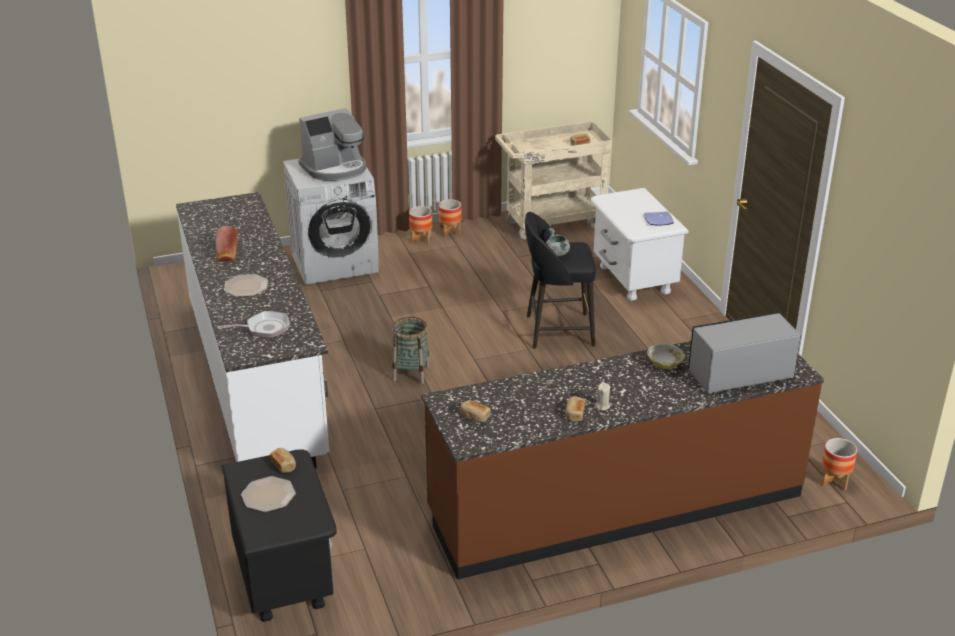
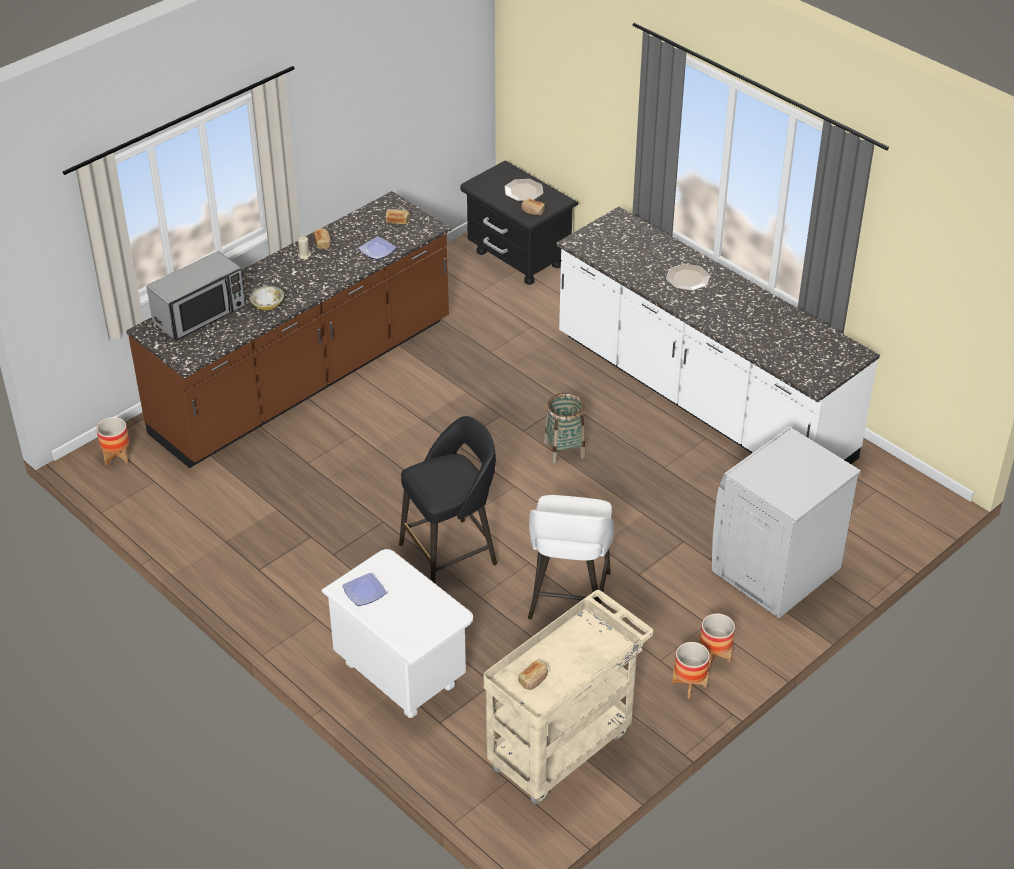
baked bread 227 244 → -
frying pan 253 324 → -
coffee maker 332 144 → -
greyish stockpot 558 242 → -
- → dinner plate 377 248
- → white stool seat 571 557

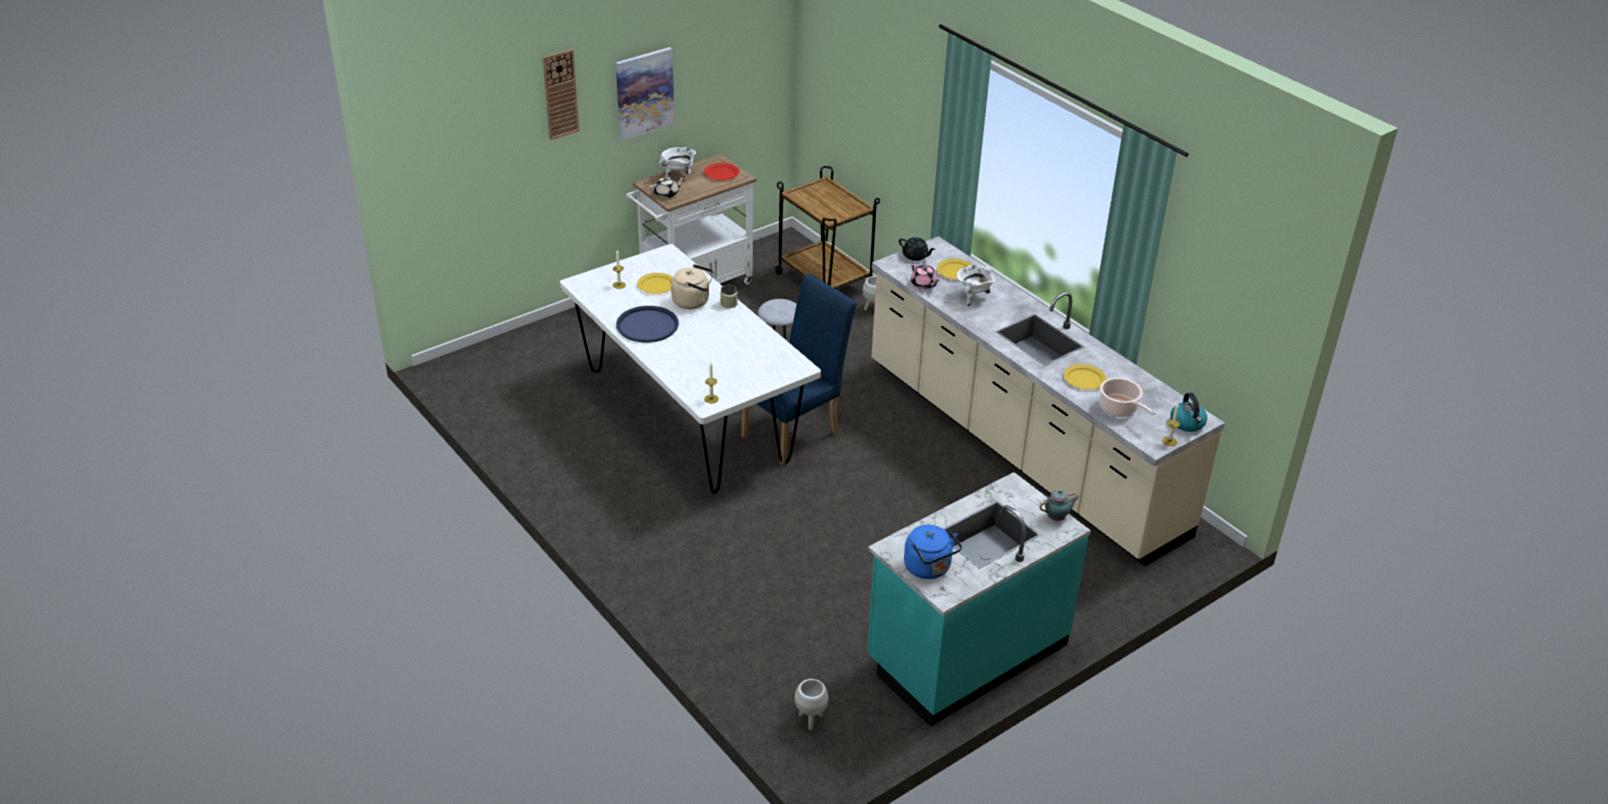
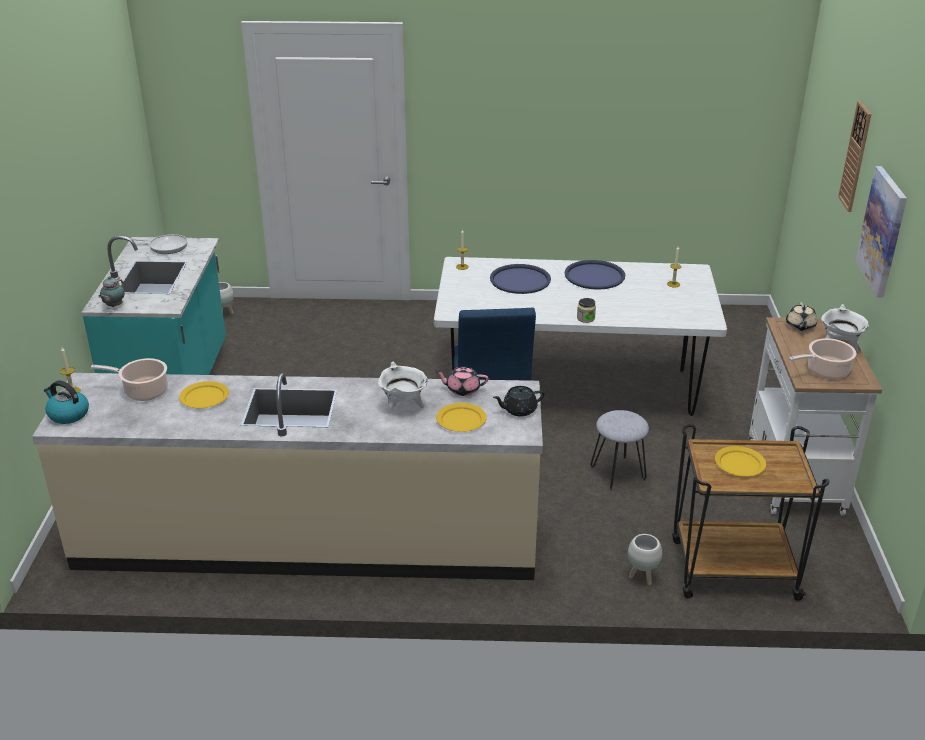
yellow dinner plate 655 283 → yellow dinner plate 740 461, relocated
beige kettle 692 286 → -
red-coloured dinner plate 721 171 → stockpot 822 358
blue kettle 933 552 → frying pan 159 244
- → blue carrying tray 520 279

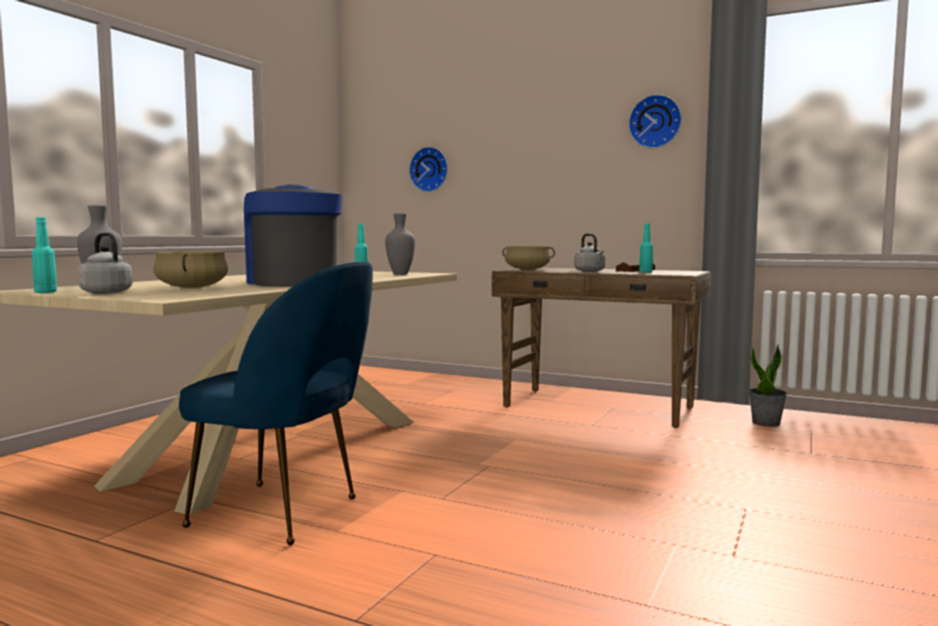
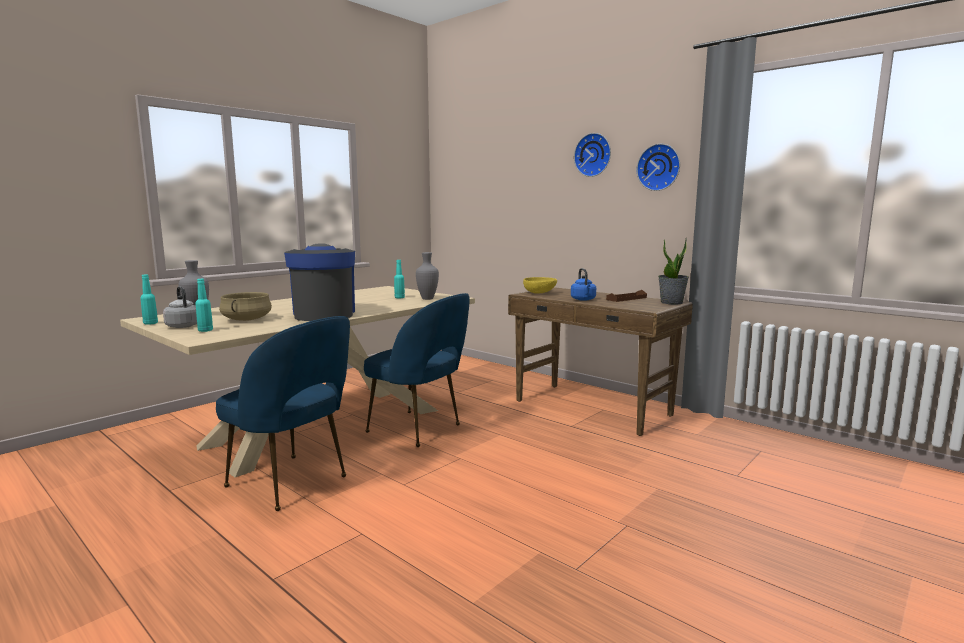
wall clock 428 169 → wall clock 592 155, relocated
beige stockpot 528 258 → yellow bowl 540 285
greyish kettle 589 252 → blue kettle 583 284
turquoise bottle 646 248 → turquoise bottle 204 305, relocated
plant in a pot 768 385 → plant in a pot 673 271, relocated
- → blue upright chair 417 370

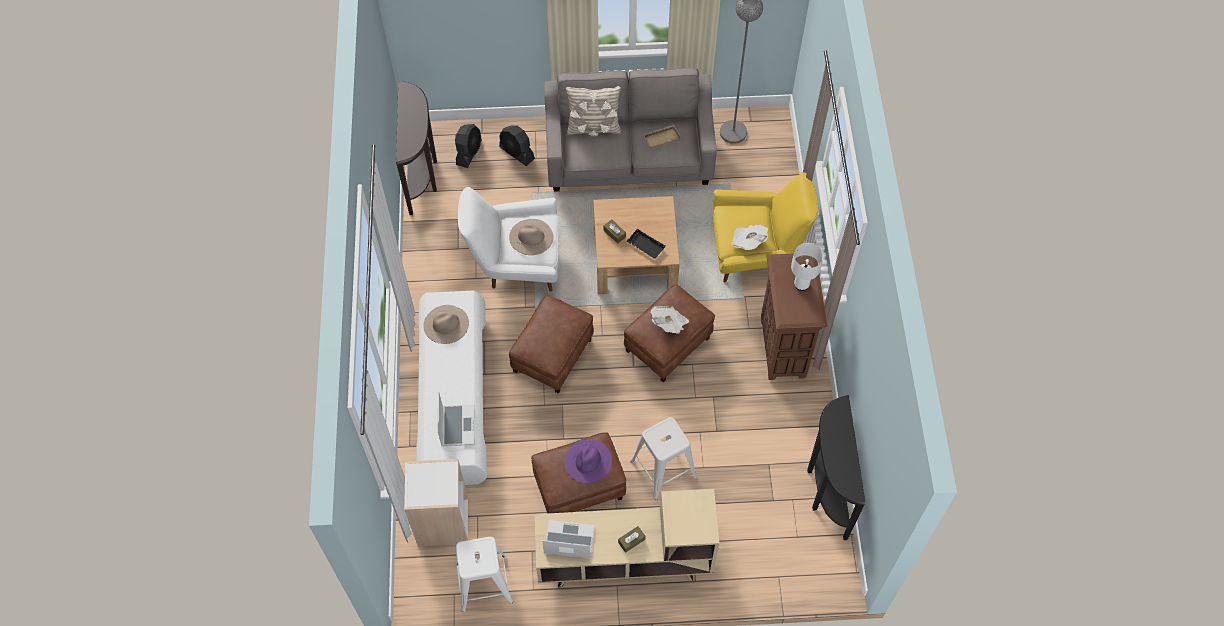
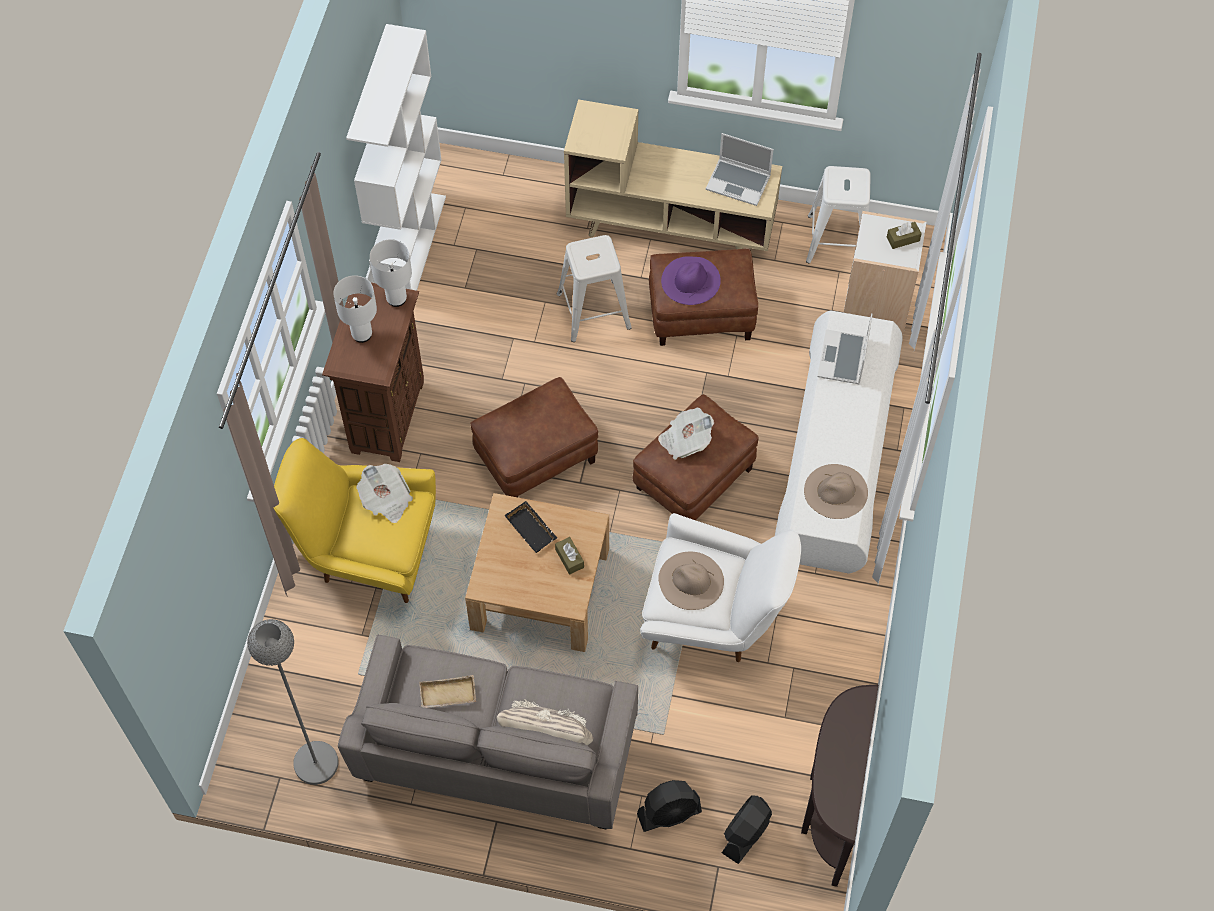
blackish fan 517 145 → blackish fan 669 806, 105 degrees clockwise
brownish tissue holder 631 539 → brownish tissue holder 904 235, relocated
newspaper 670 320 → newspaper 686 434, relocated
blackish narrow table 836 467 → white bookshelf 396 157
- → white lamp for a table 391 273

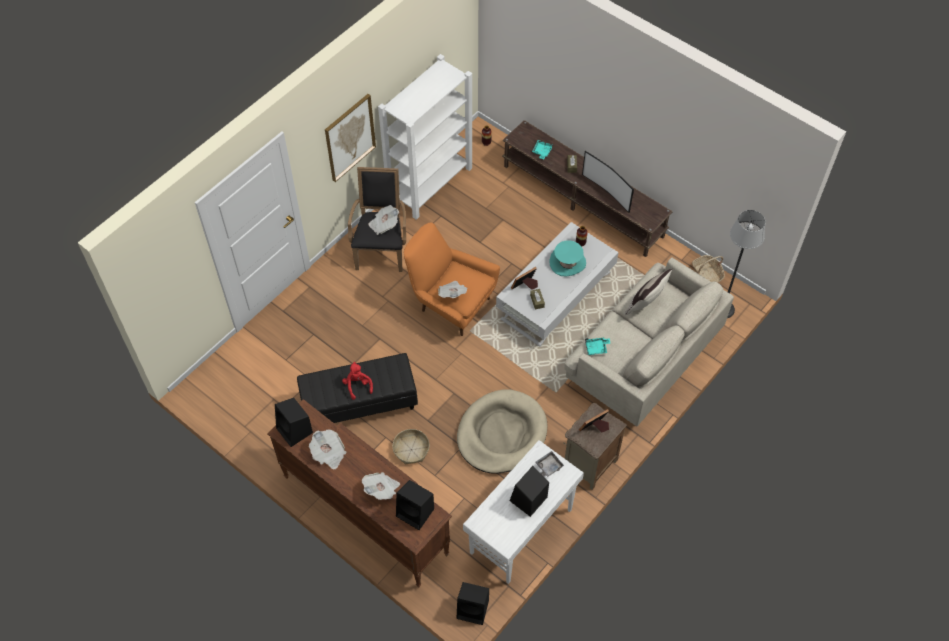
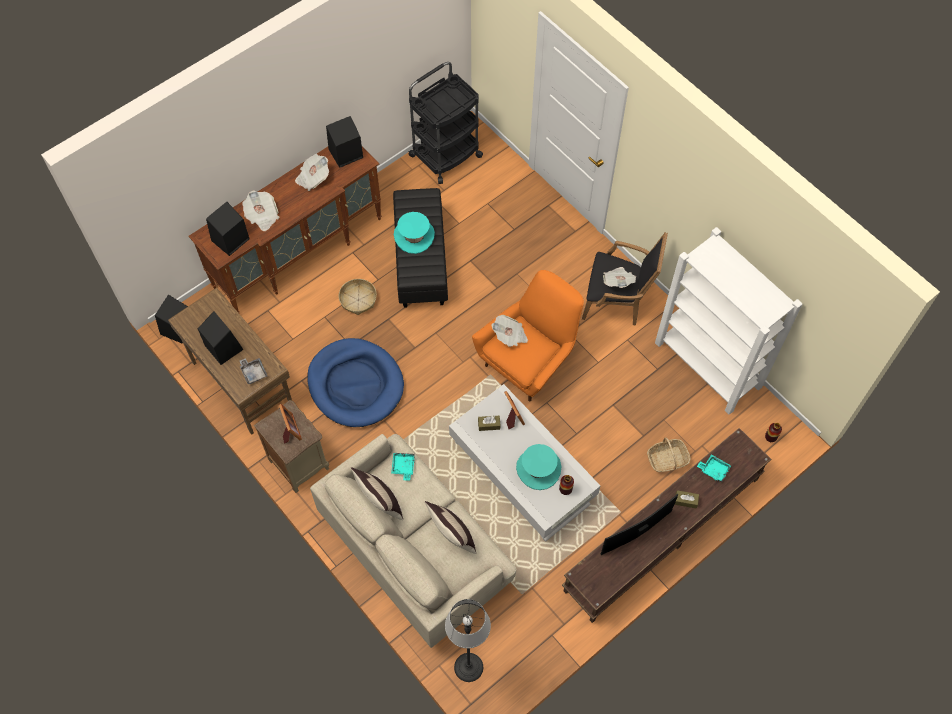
wall art 350 138 → -
red-coloured cuddly toy 357 381 → turquoise hat 414 233
beige dog cushion 502 431 → blue dog cushion 356 382
white narrow table 523 512 → brownish narrow table 230 361
household basket 708 268 → household basket 669 454, relocated
- → cushion 377 493
- → blackish trolley 446 123

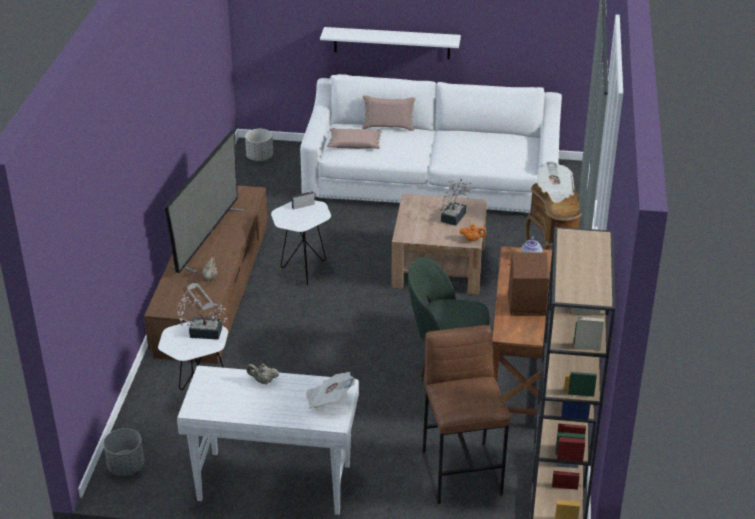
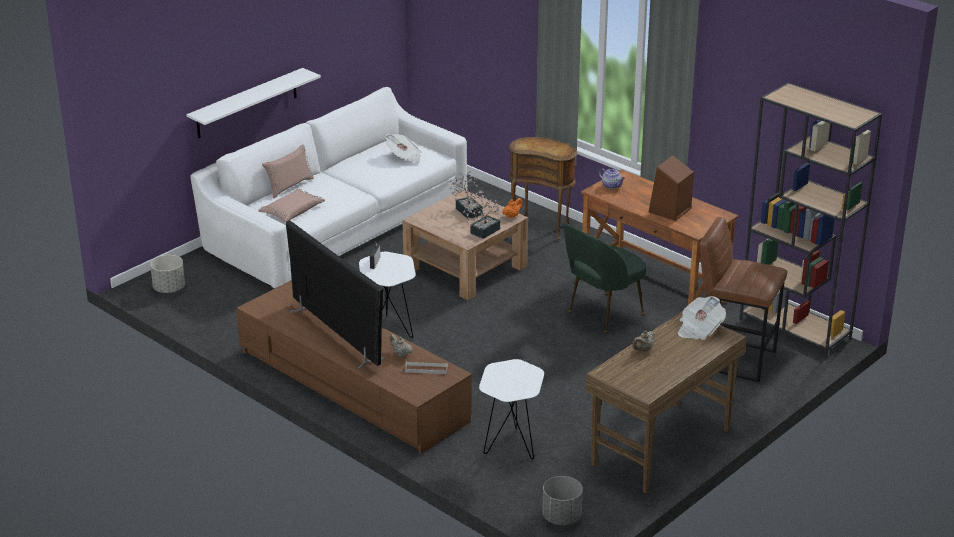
plant in a pot 202 316 → plant in a pot 482 219, relocated
white narrow table 268 440 → brownish narrow table 666 402
newspaper 555 182 → newspaper 403 148, relocated

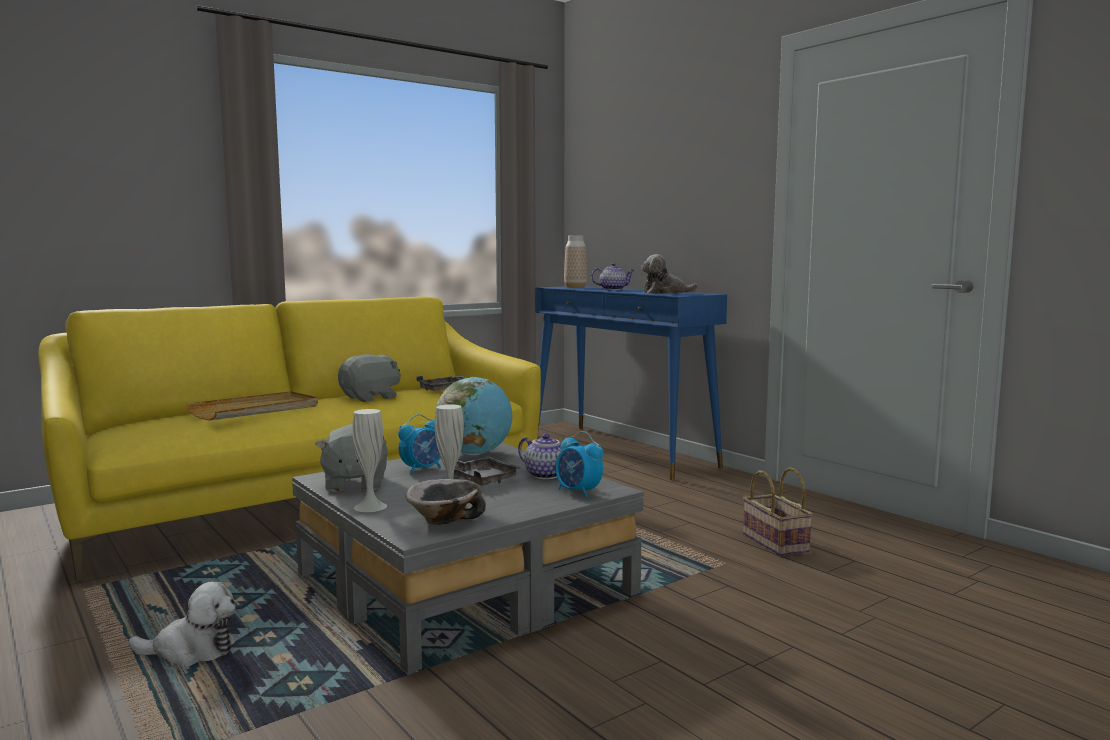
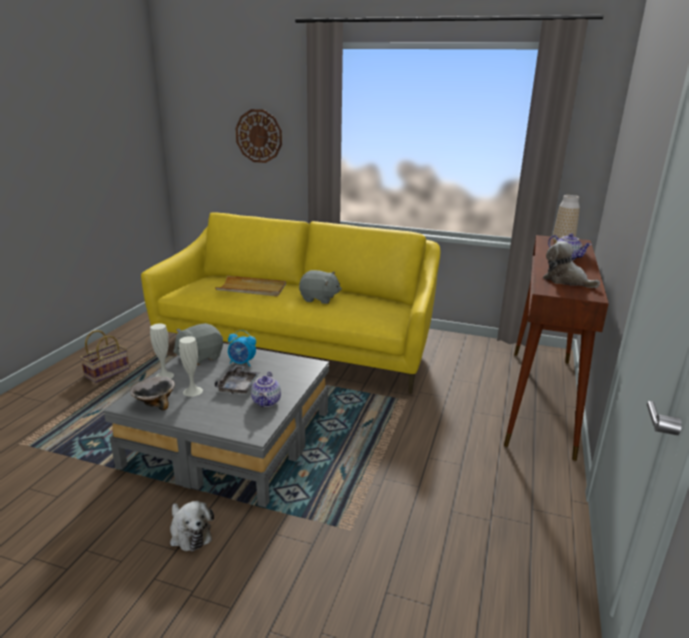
cuddly toy 182 624 → cuddly toy 192 526, relocated
greyish carrying tray 442 383 → -
world globe 473 416 → -
blue narrow table 631 383 → brownish narrow table 556 348
bedside clock 579 464 → -
household basket 778 511 → household basket 104 356, relocated
- → wall clock 259 136

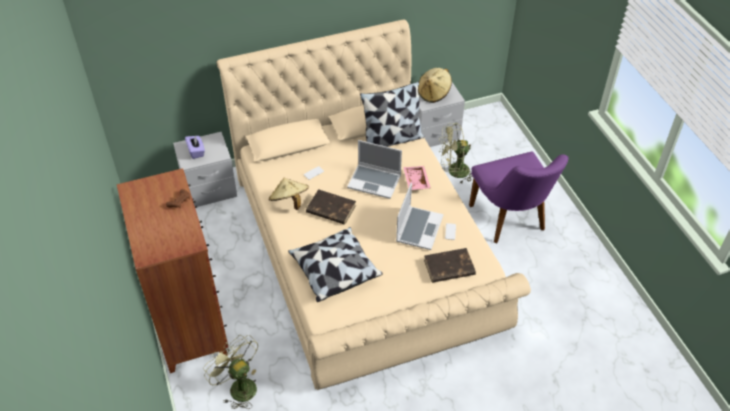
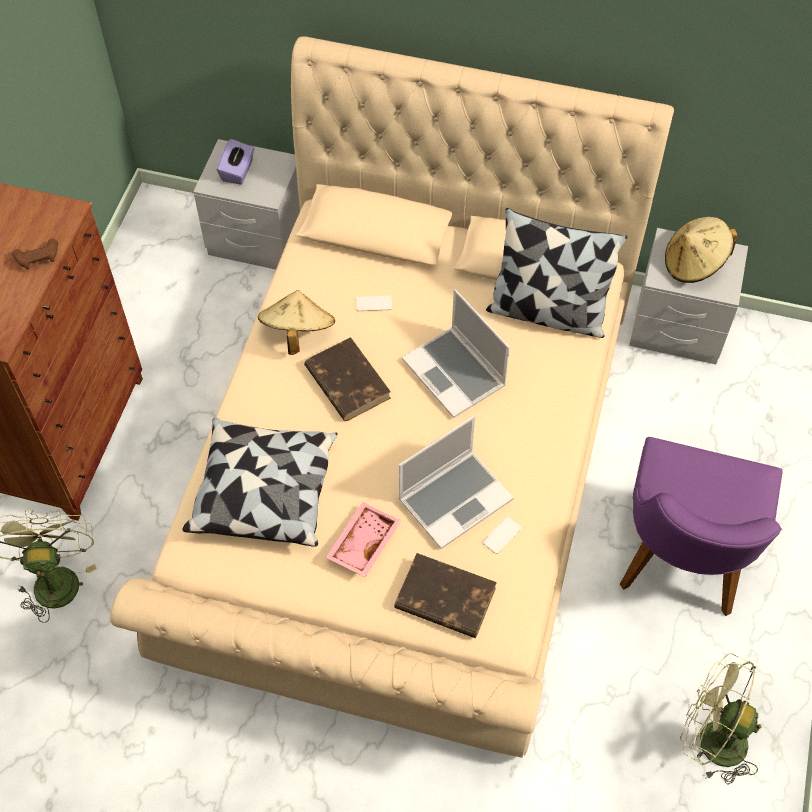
pink-coloured carrying tray 417 178 → pink-coloured carrying tray 363 539, relocated
green fan 456 153 → green fan 721 719, relocated

